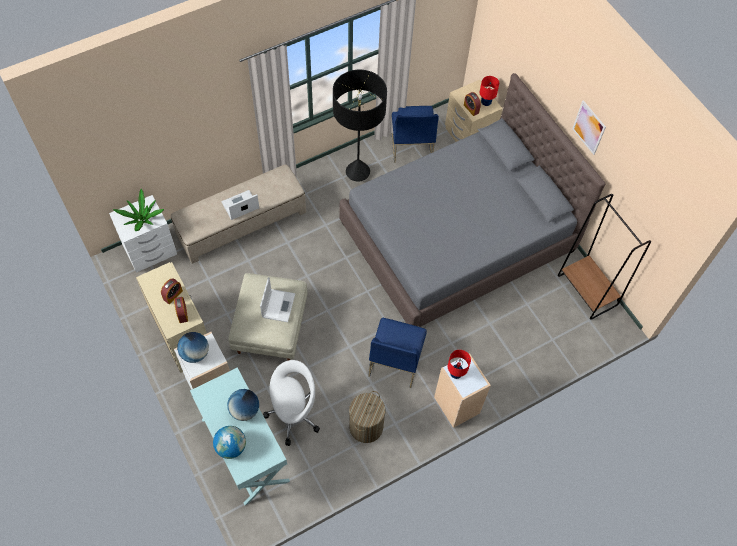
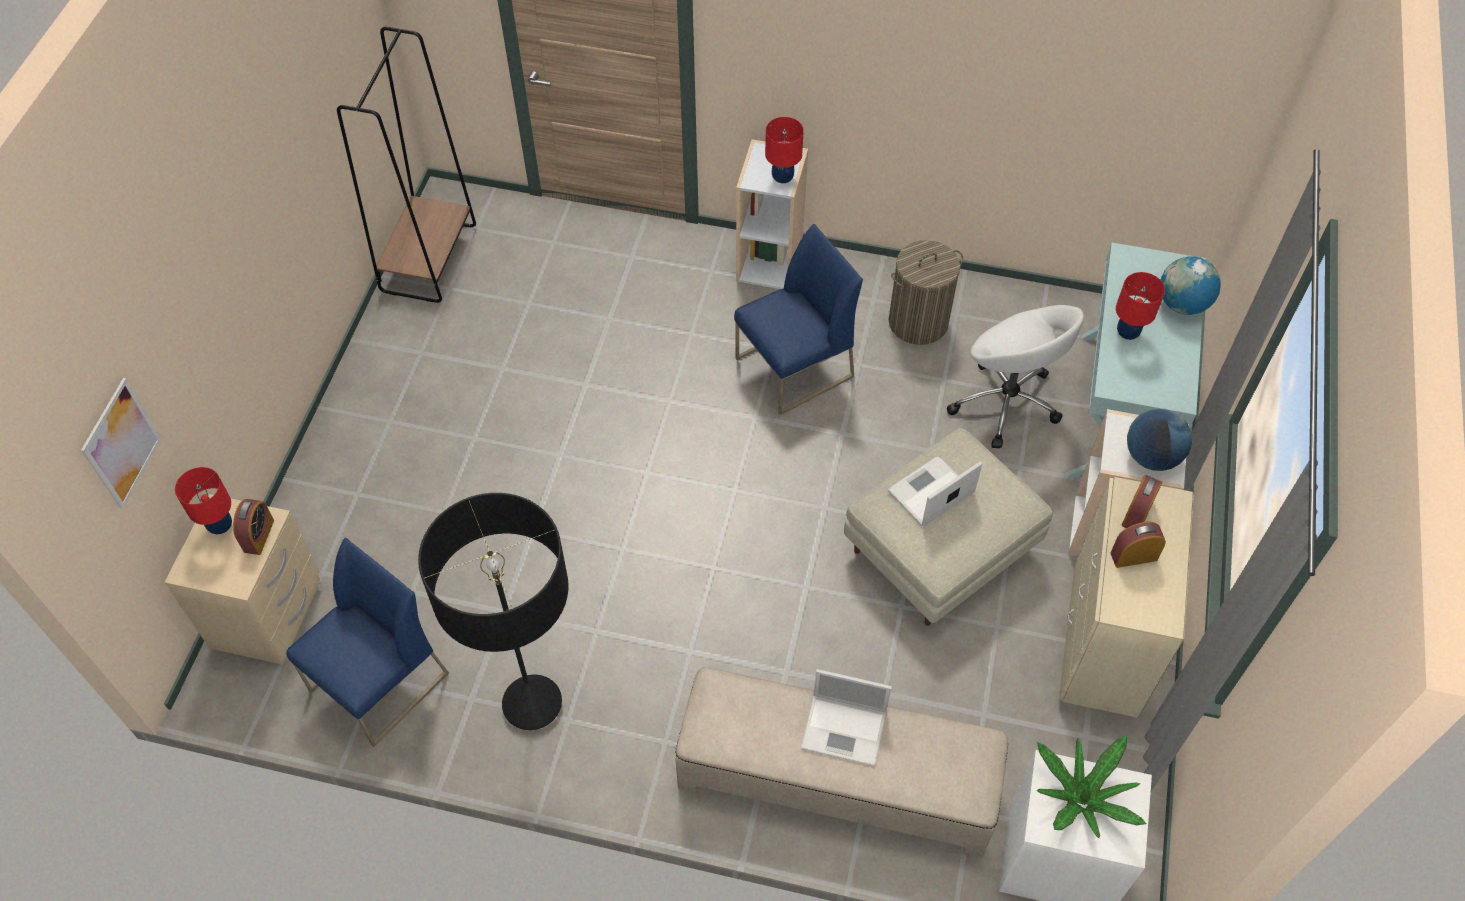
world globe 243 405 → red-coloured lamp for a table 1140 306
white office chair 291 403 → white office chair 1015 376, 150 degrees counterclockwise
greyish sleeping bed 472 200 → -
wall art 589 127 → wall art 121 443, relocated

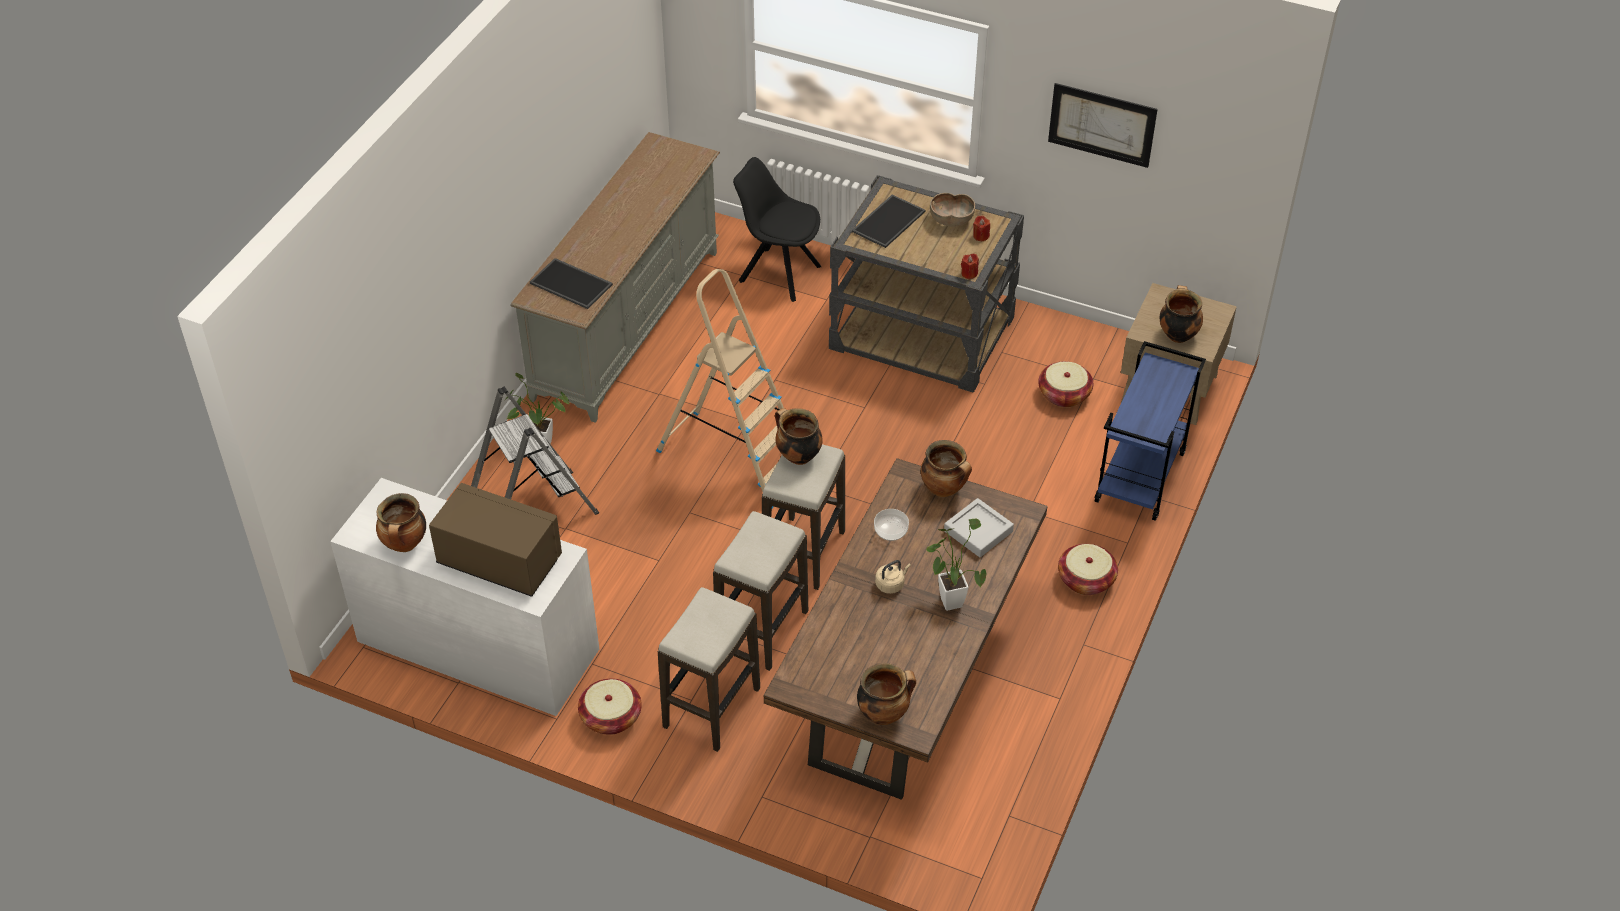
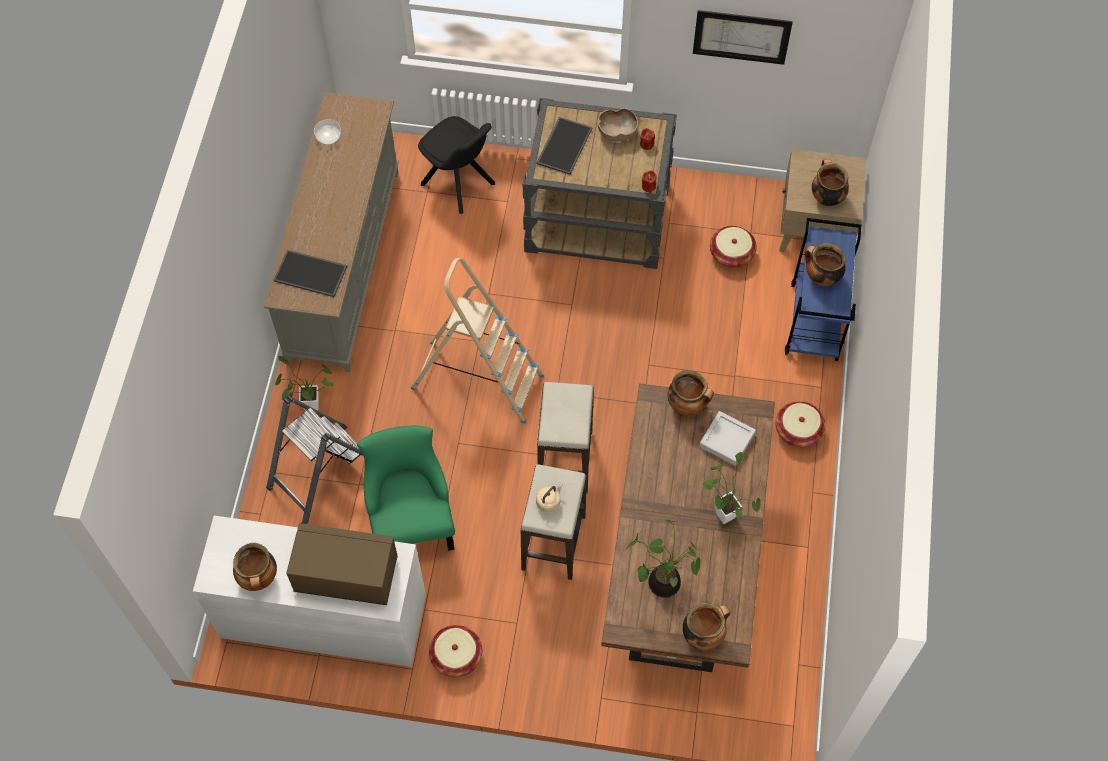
stool seat 709 669 → -
blackish upright chair 777 229 → blackish upright chair 456 165, 150 degrees counterclockwise
stockpot 799 436 → stockpot 825 264, relocated
bowl 891 525 → bowl 327 132, relocated
beige kettle 893 577 → beige kettle 549 497, relocated
- → green upright chair 406 488
- → plant in a pot 663 559

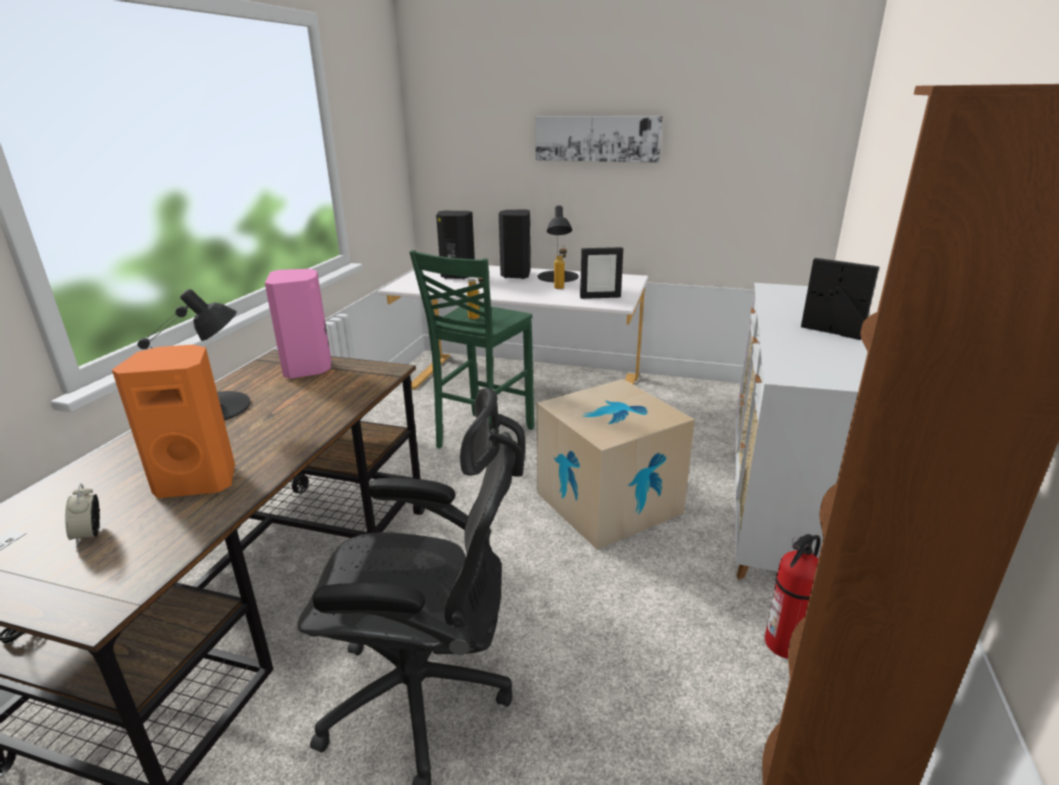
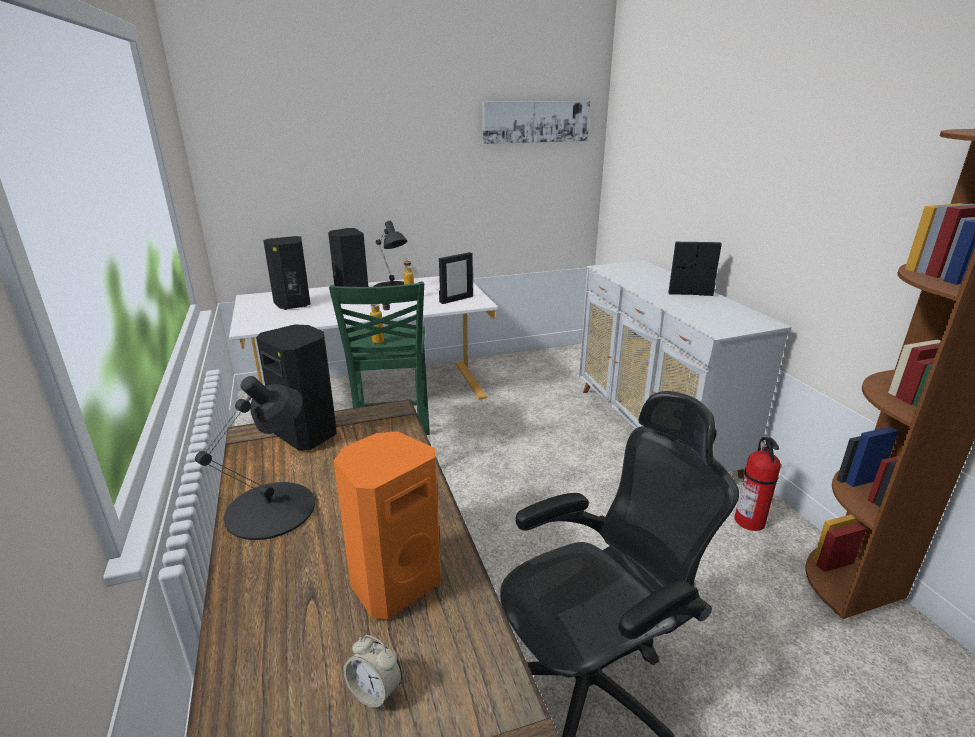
pink-coloured speaker 298 324 → blackish speaker 296 387
wall art 599 139 → wall art 536 122, relocated
packing box 616 464 → -

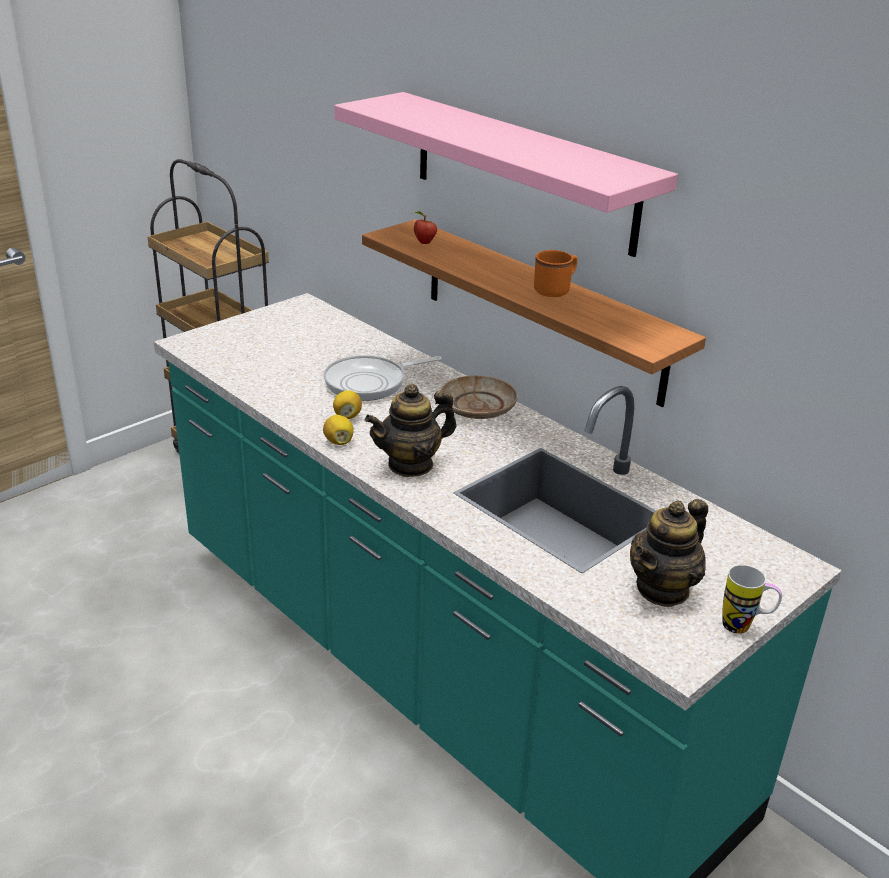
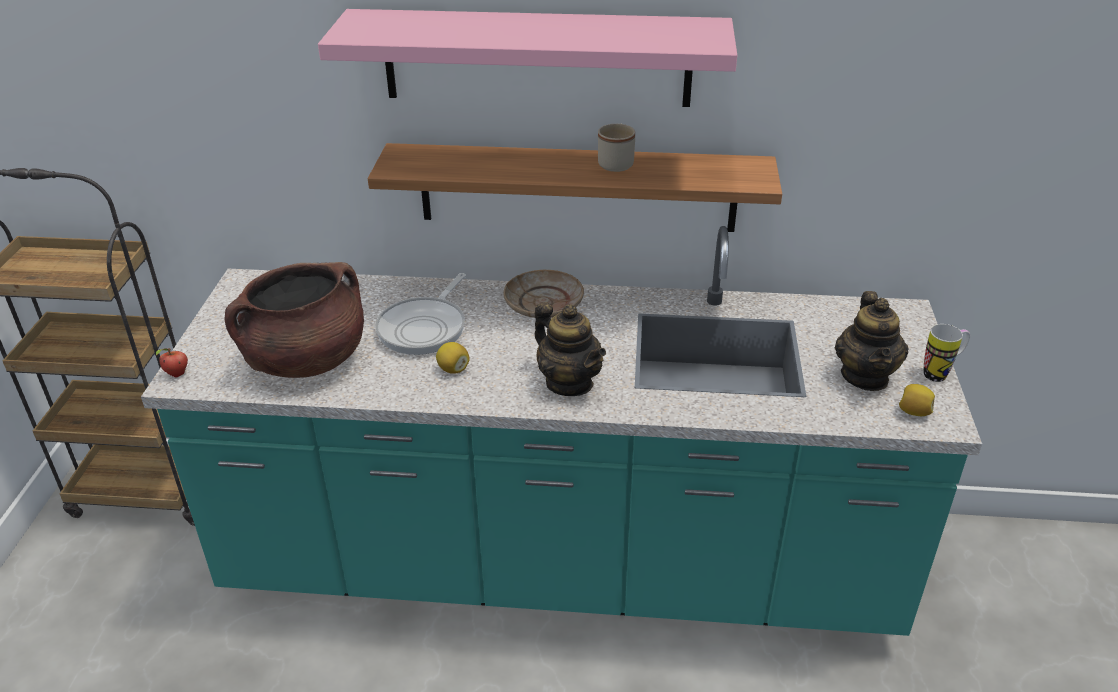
lemon 338 430 → lemon 917 400, relocated
teapot 411 430 → teapot 570 349, 60 degrees counterclockwise
apple 424 227 → apple 172 363, relocated
orangey tea mug 556 273 → beige tea mug 616 148
- → brownish stockpot 294 320

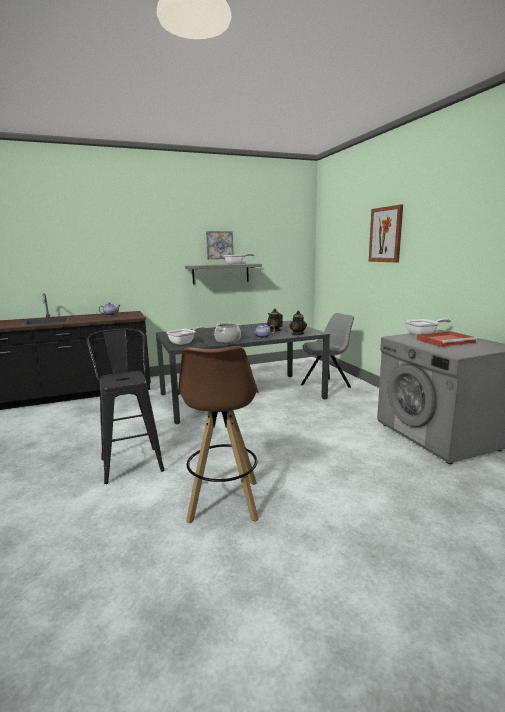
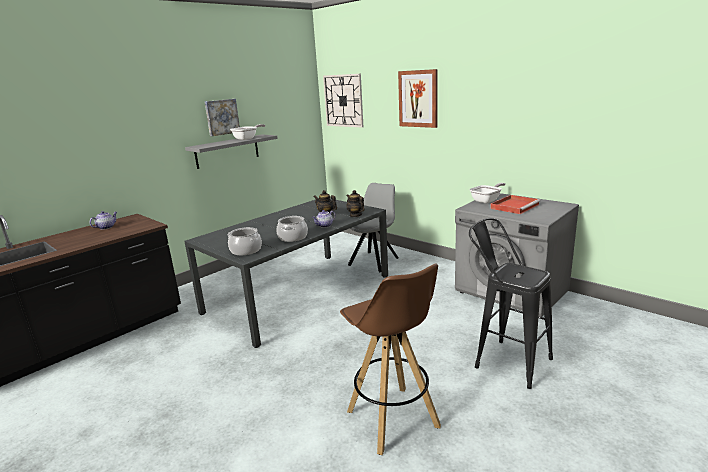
blackish stool seat 125 406 → blackish stool seat 511 303, relocated
frying pan 185 336 → stockpot 245 241
- → wall clock 343 100

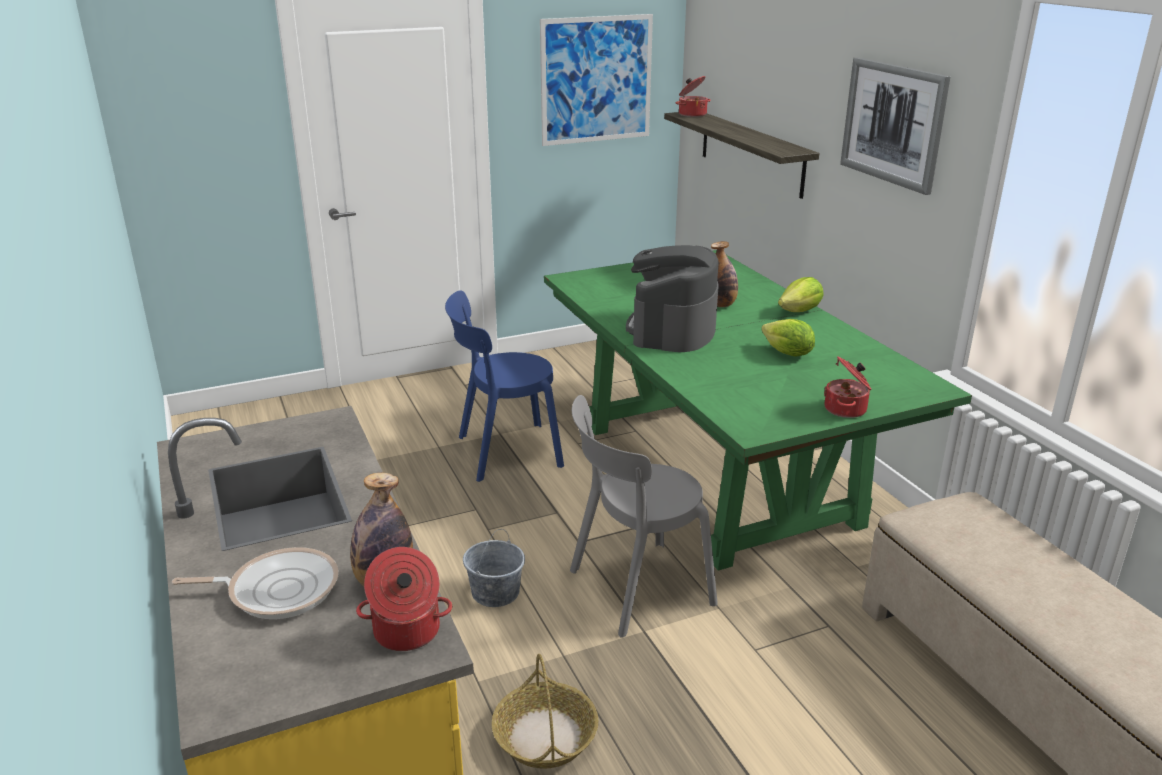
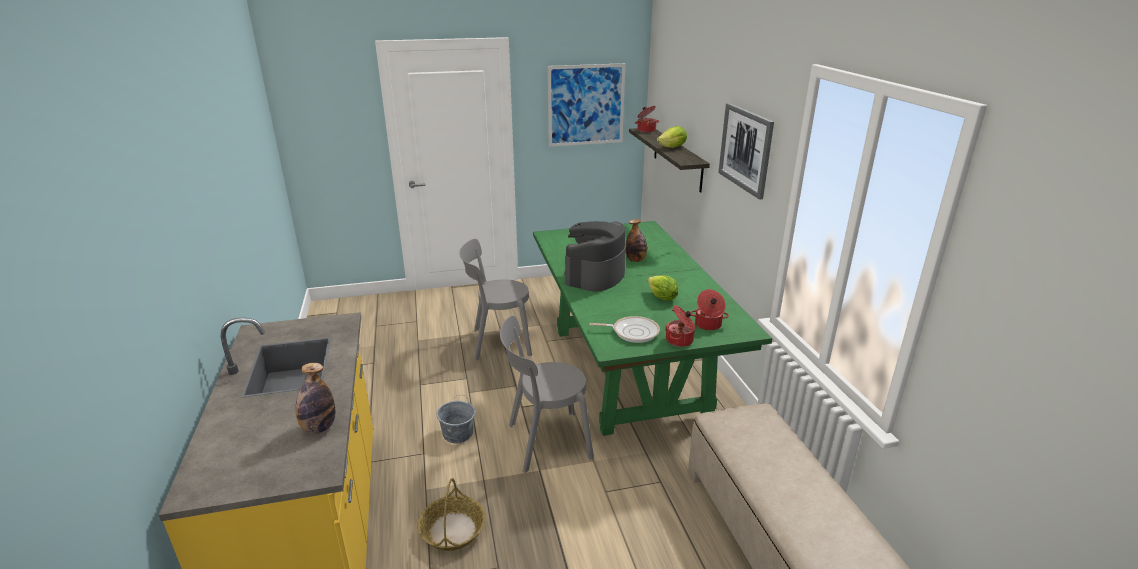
frying pan 255 583 → frying pan 624 329, relocated
stockpot 404 599 → stockpot 709 309, relocated
blue upright chair 504 386 → greyish upright chair 495 300
lettuce head 800 294 → lettuce head 672 137, relocated

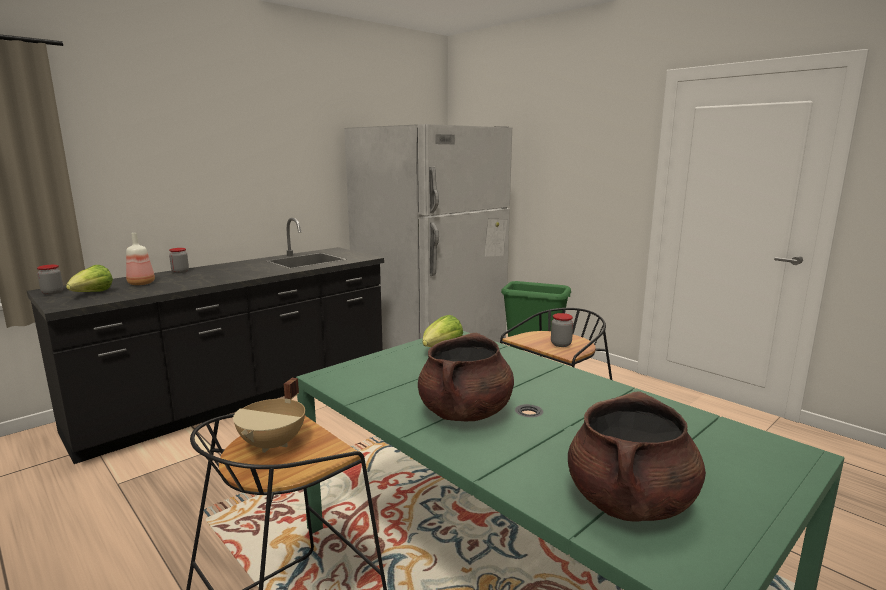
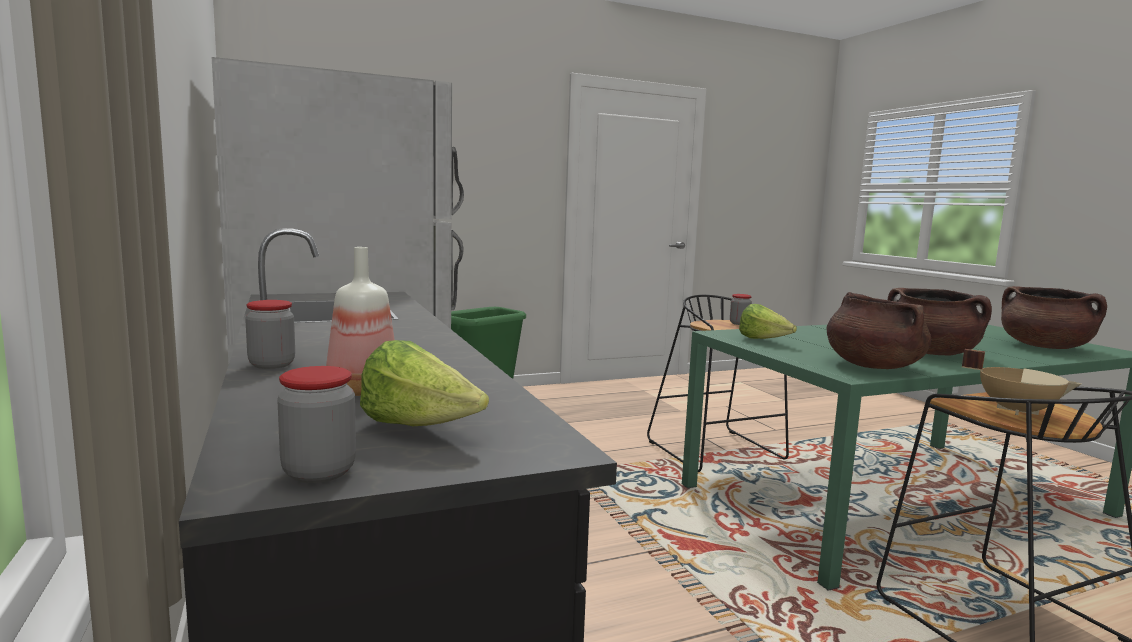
- → brownish stockpot 879 330

